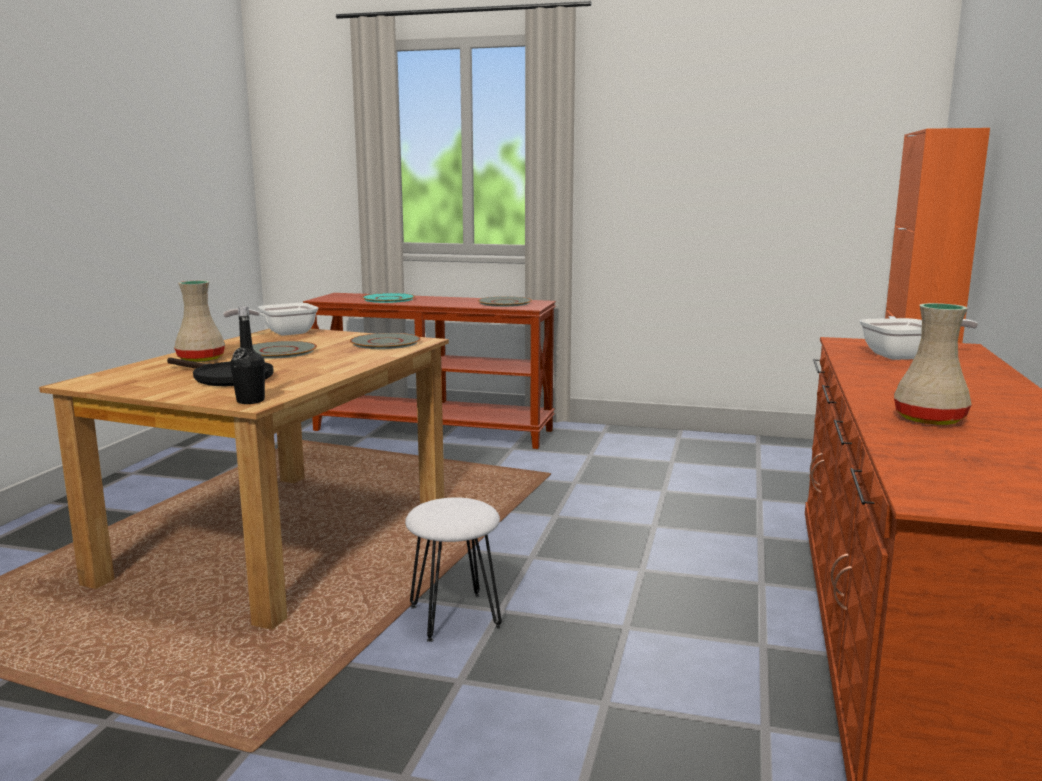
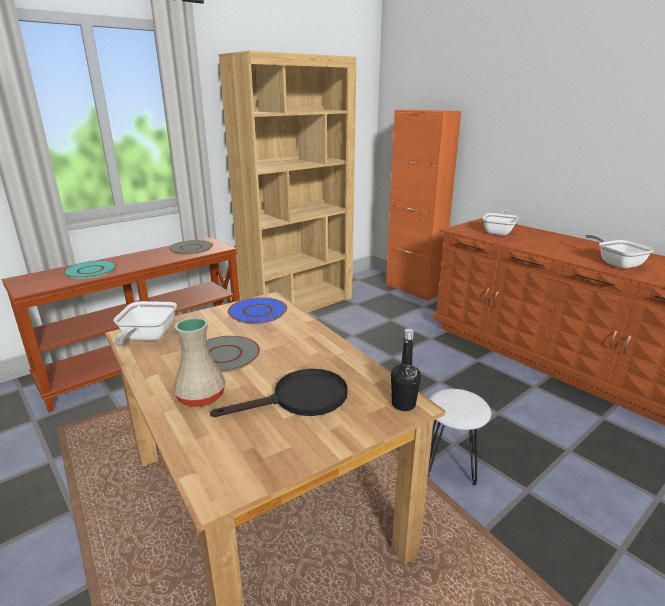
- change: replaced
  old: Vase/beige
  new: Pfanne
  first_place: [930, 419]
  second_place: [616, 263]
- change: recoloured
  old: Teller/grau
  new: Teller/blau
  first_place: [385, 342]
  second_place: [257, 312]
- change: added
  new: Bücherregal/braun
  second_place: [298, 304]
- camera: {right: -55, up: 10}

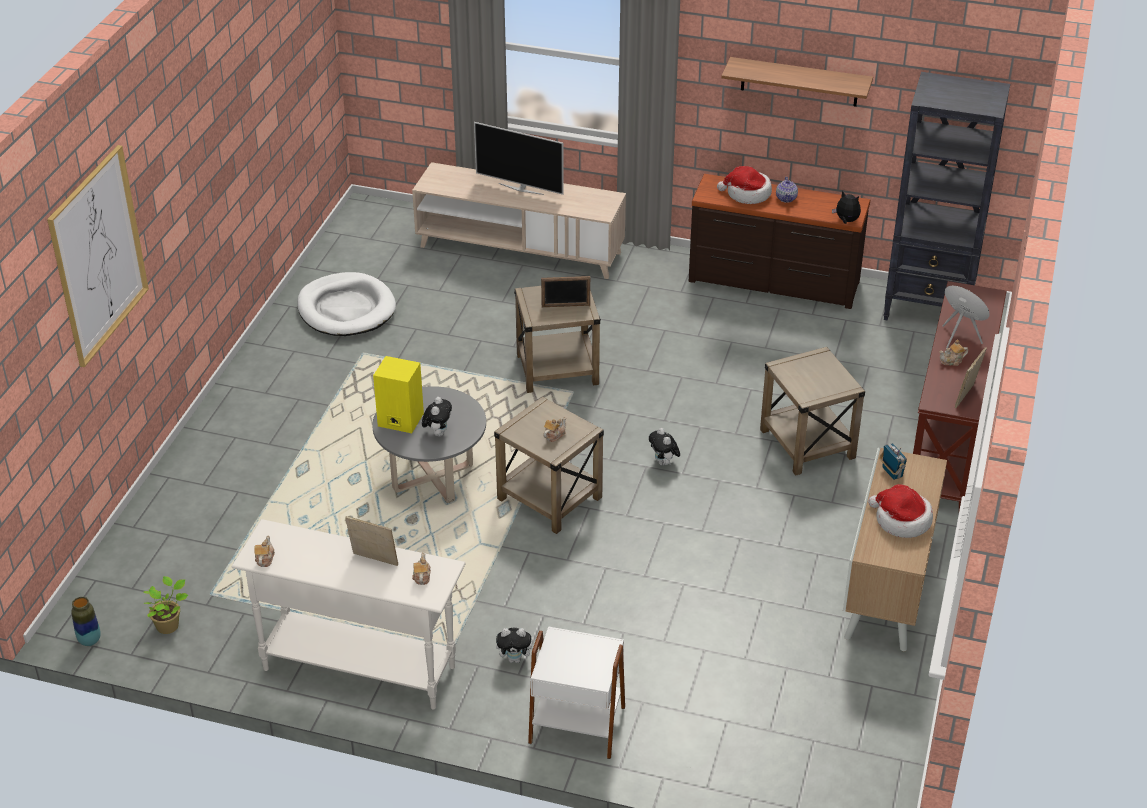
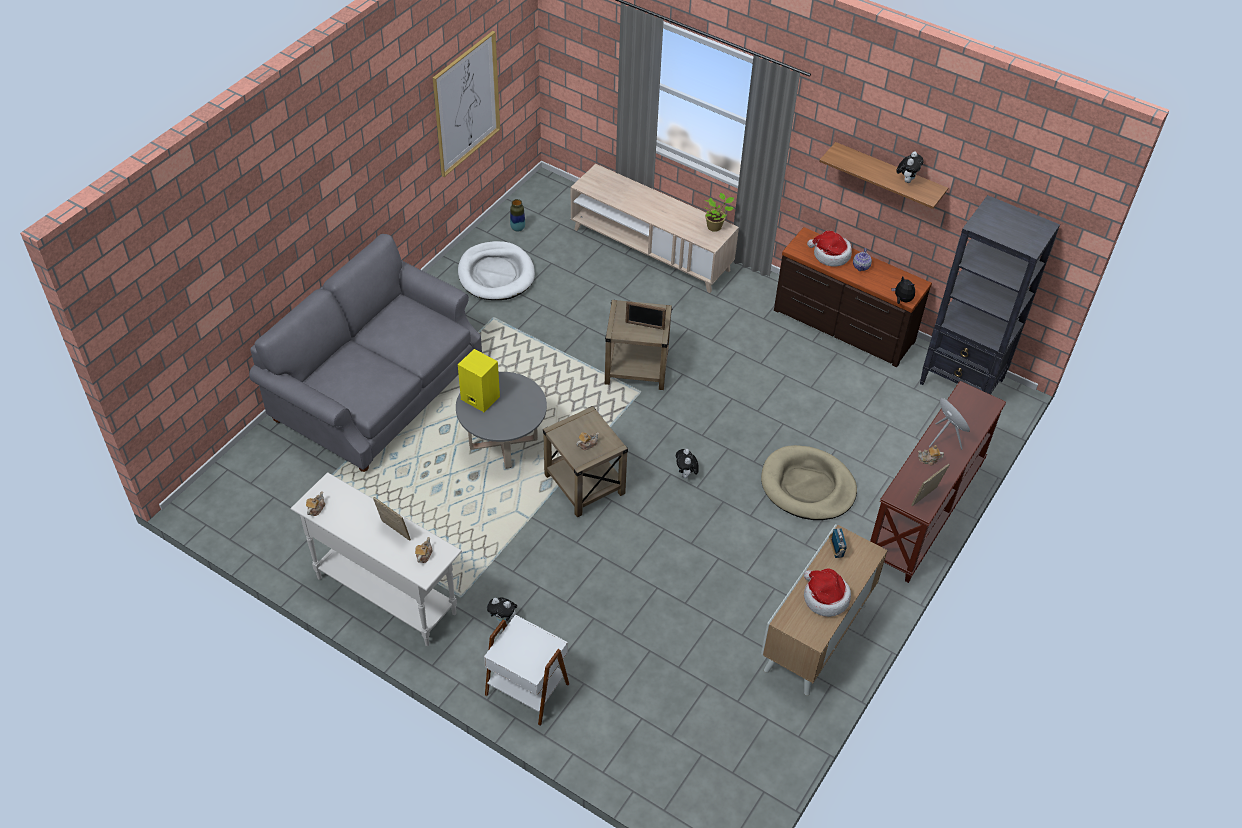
- change: removed
  old: Fernseher
  first_place: [521, 188]
- change: moved
  old: Bild
  first_place: [98, 255]
  second_place: [466, 104]
- change: replaced
  old: Beistelltisch/beige
  new: Hundebett/beige
  first_place: [807, 445]
  second_place: [807, 486]
- change: moved
  old: Plüschtier
  first_place: [438, 433]
  second_place: [906, 180]
- change: moved
  old: Topfpflanze
  first_place: [169, 625]
  second_place: [715, 226]
- change: moved
  old: Vase
  first_place: [89, 640]
  second_place: [517, 228]
- change: added
  new: Sofa/grau
  second_place: [377, 389]
- camera: {right: 15, up: 10}

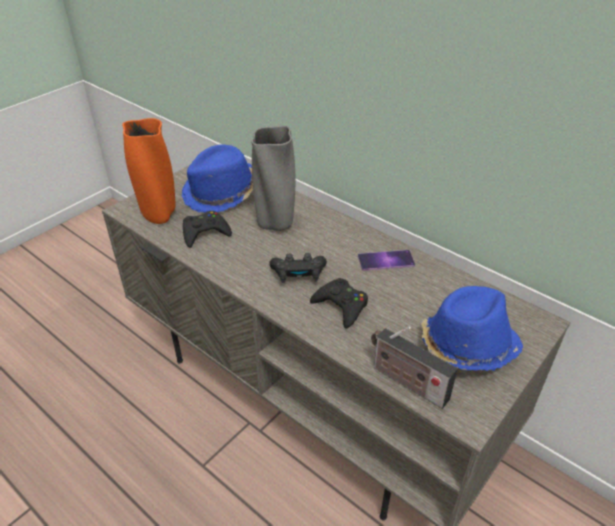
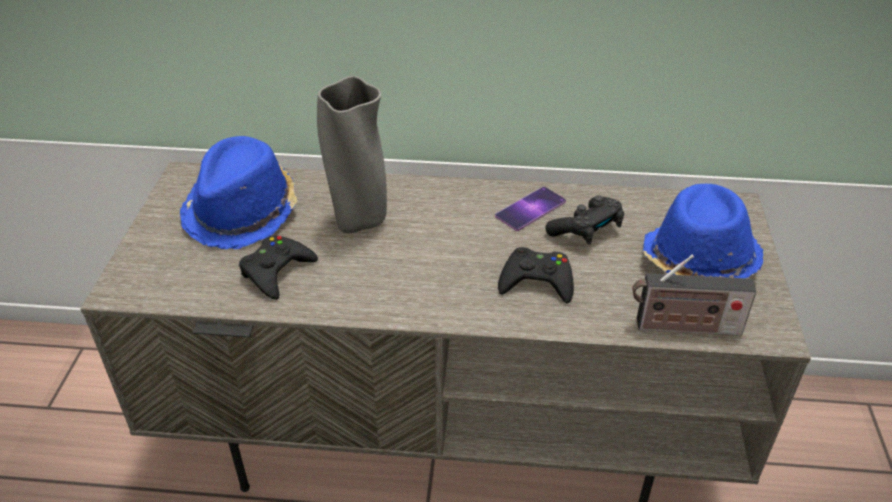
- change: removed
  old: Vase/orange
  first_place: [160, 216]
- change: moved
  old: Gamepad/schwarz
  first_place: [298, 275]
  second_place: [586, 230]
- camera: {right: -35, up: 0}

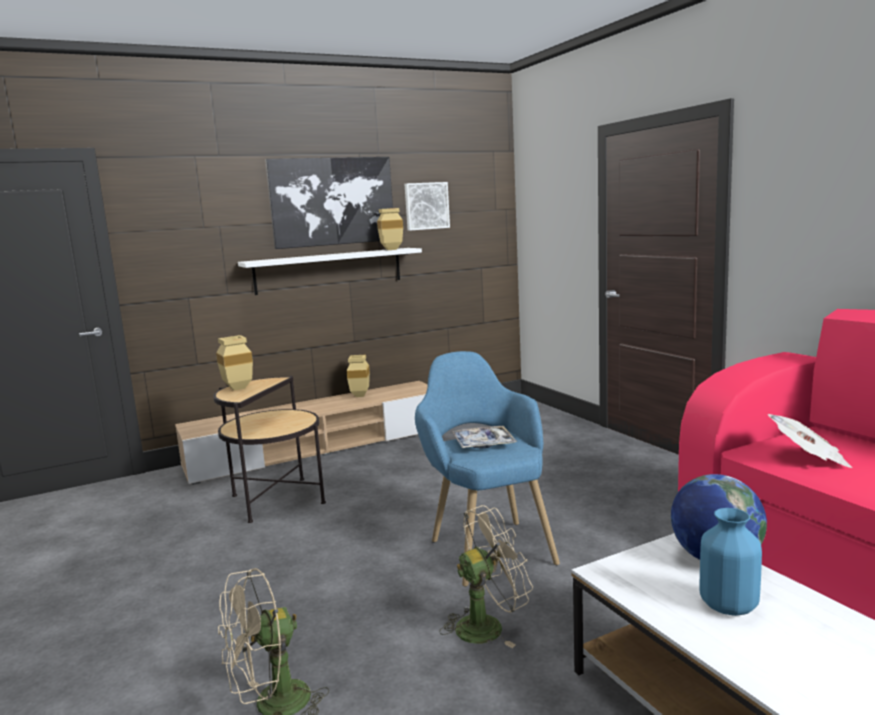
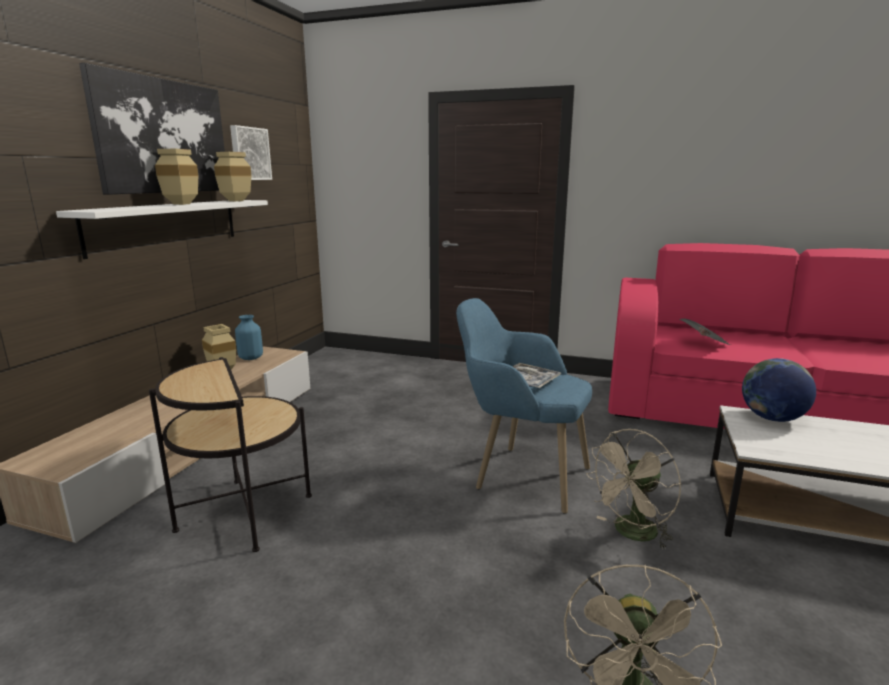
- change: moved
  old: Vase/beige
  first_place: [236, 389]
  second_place: [181, 204]
- change: turned
  old: Ventilator/beige
  first_place: [488, 625]
  second_place: [631, 534]
  degrees: -150
- change: moved
  old: Vase/blau
  first_place: [728, 606]
  second_place: [251, 358]
- camera: {right: -45, up: 5}

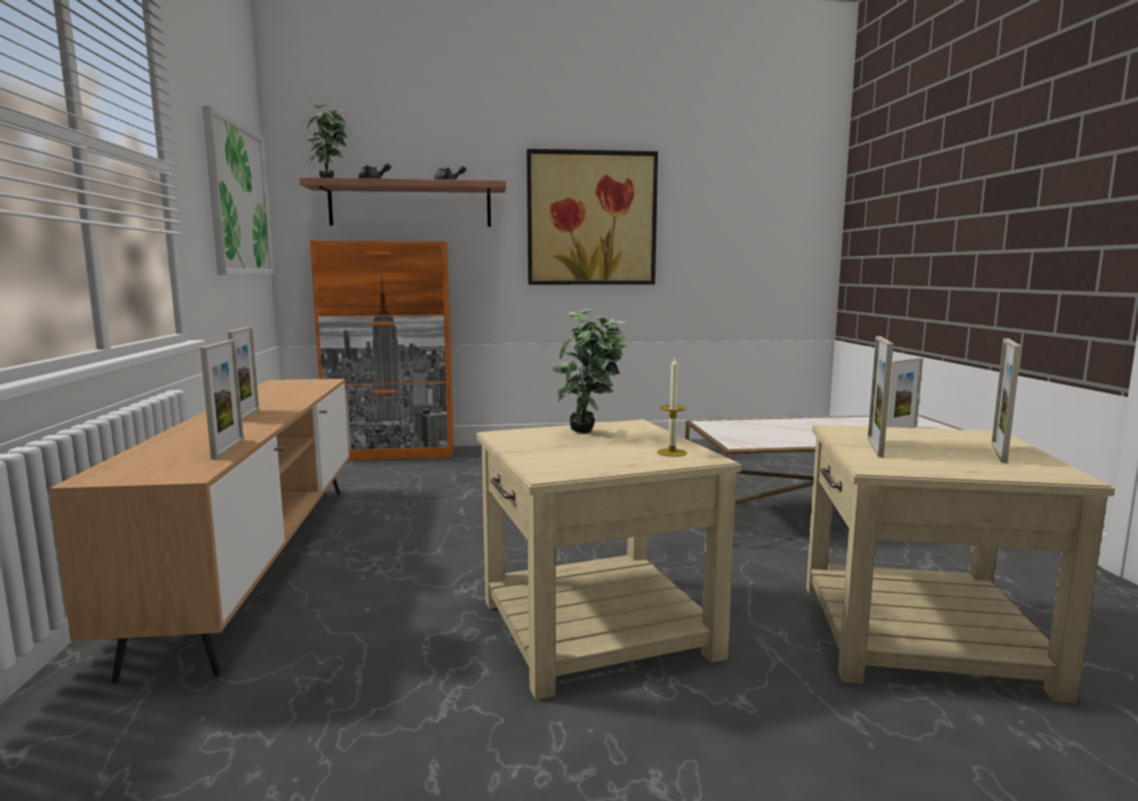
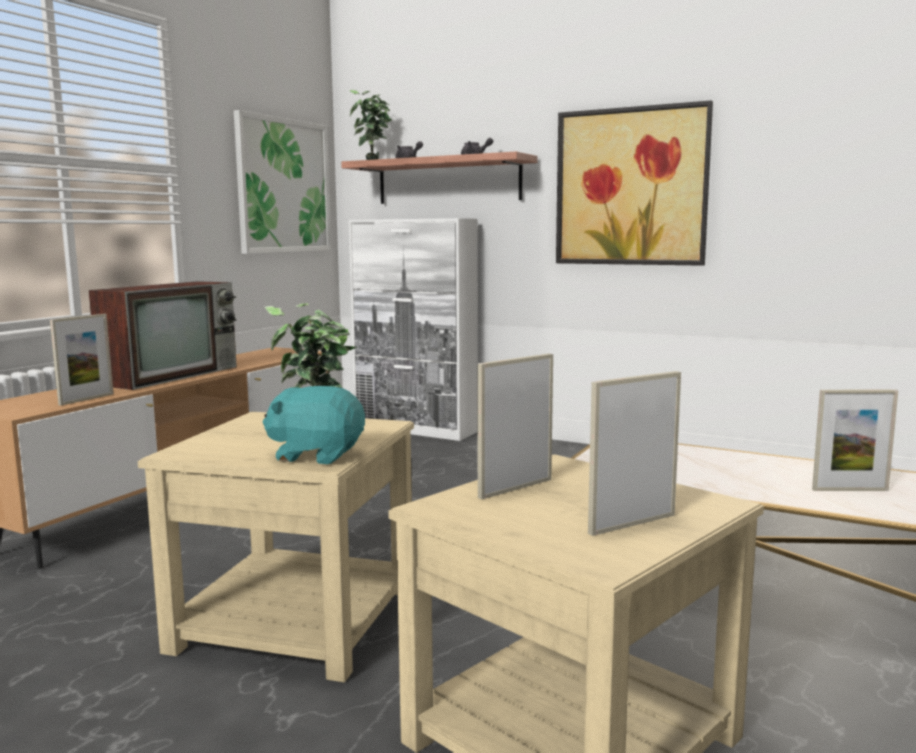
- change: recoloured
  old: Schrank/orange
  new: Schrank/weiß
  first_place: [392, 454]
  second_place: [416, 429]
- change: replaced
  old: Bilderrahmen
  new: Fernseher
  first_place: [247, 415]
  second_place: [172, 375]
- change: replaced
  old: Kerze
  new: Plüschtier/türkis
  first_place: [671, 452]
  second_place: [316, 455]
- camera: {right: 35, up: 0}

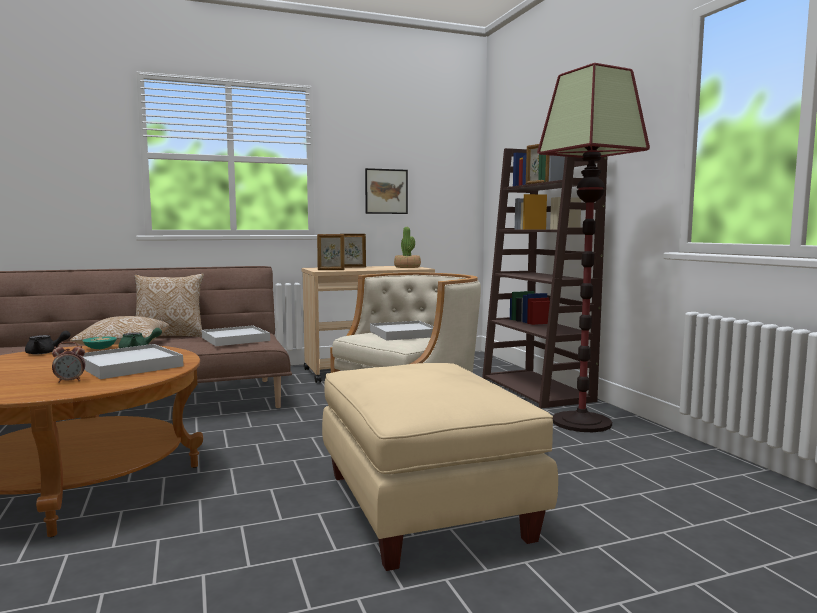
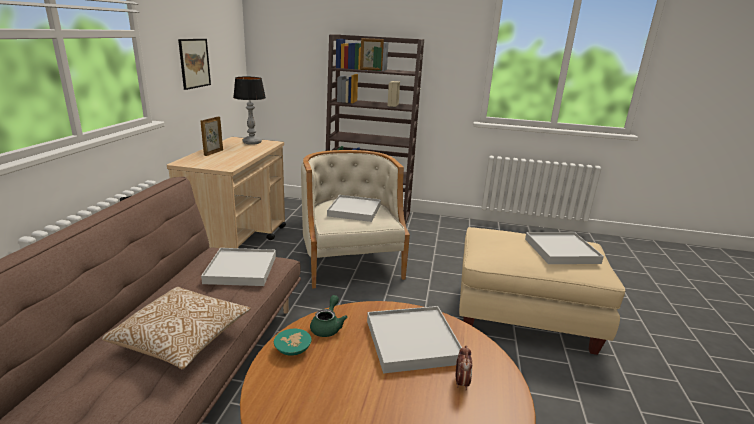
- change: removed
  old: Stehlampe
  first_place: [582, 422]
- change: replaced
  old: Topfpflanze
  new: Tischlampe
  first_place: [407, 267]
  second_place: [252, 142]
- change: removed
  old: Bilderrahmen
  first_place: [331, 270]
- change: removed
  old: Kissen
  first_place: [170, 336]
- change: removed
  old: Teekanne/schwarz
  first_place: [46, 352]
- change: added
  new: Tablett/weiß
  second_place: [561, 251]
- camera: {right: -60, up: 15}

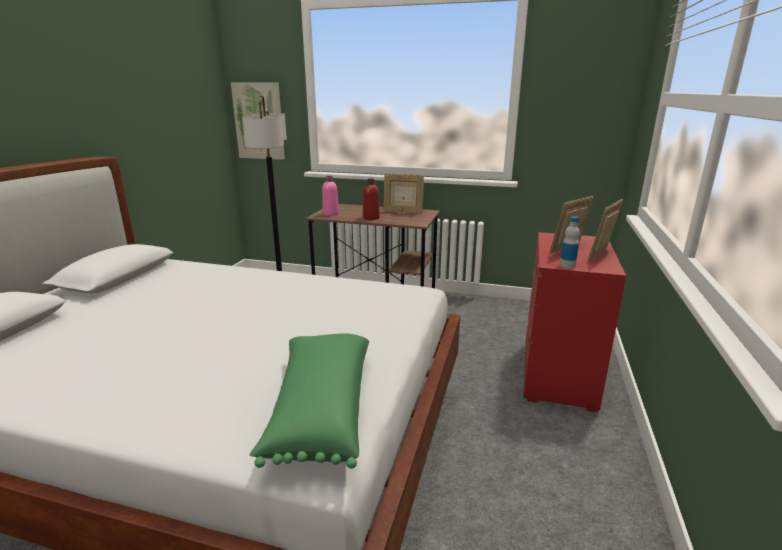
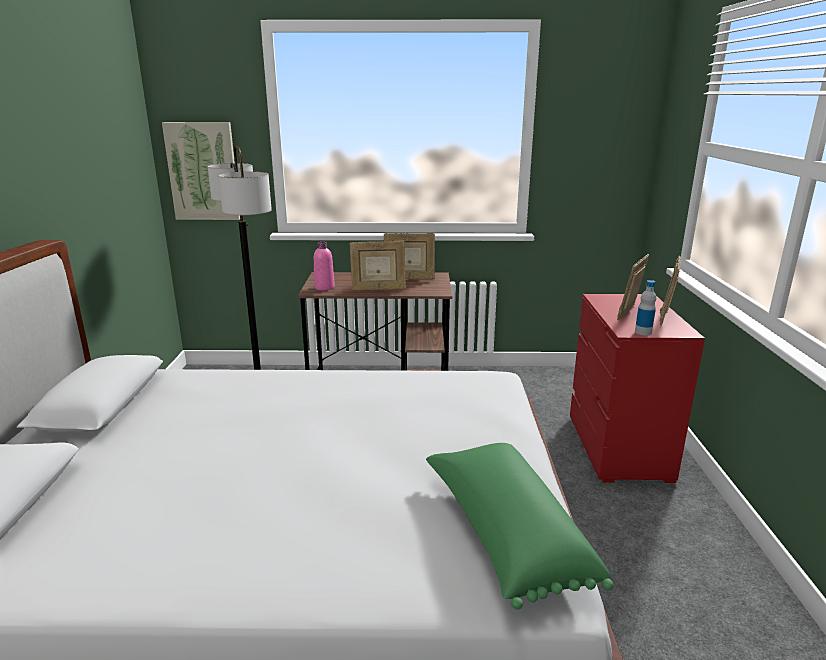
- change: replaced
  old: Flasche/rot
  new: Bilderrahmen
  first_place: [371, 218]
  second_place: [378, 289]
- camera: {right: -15, up: 0}

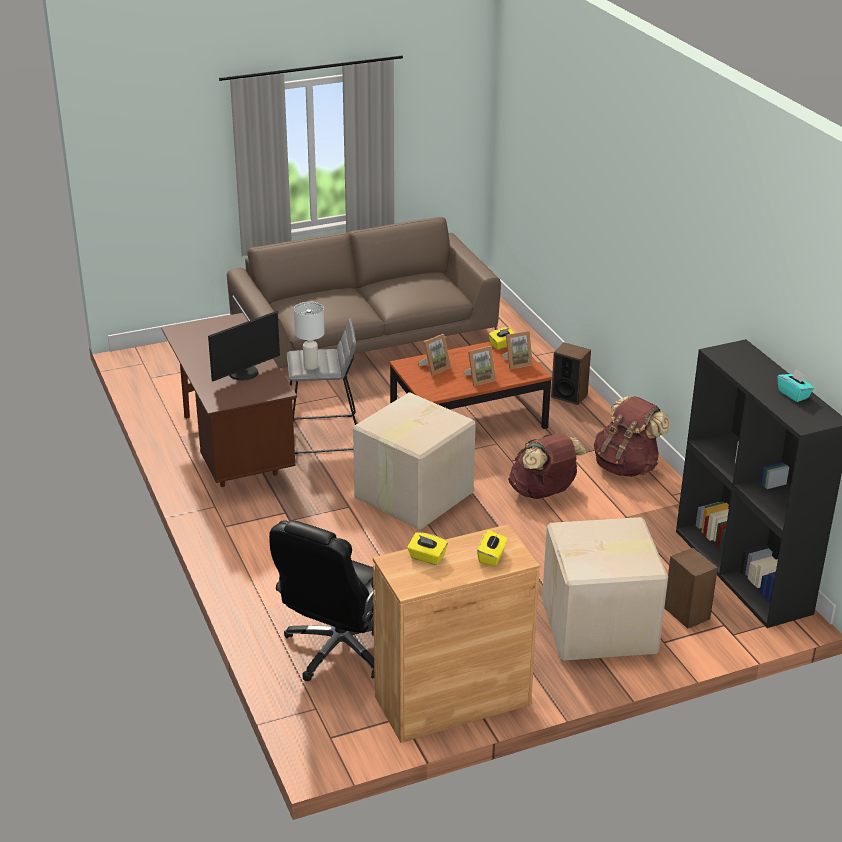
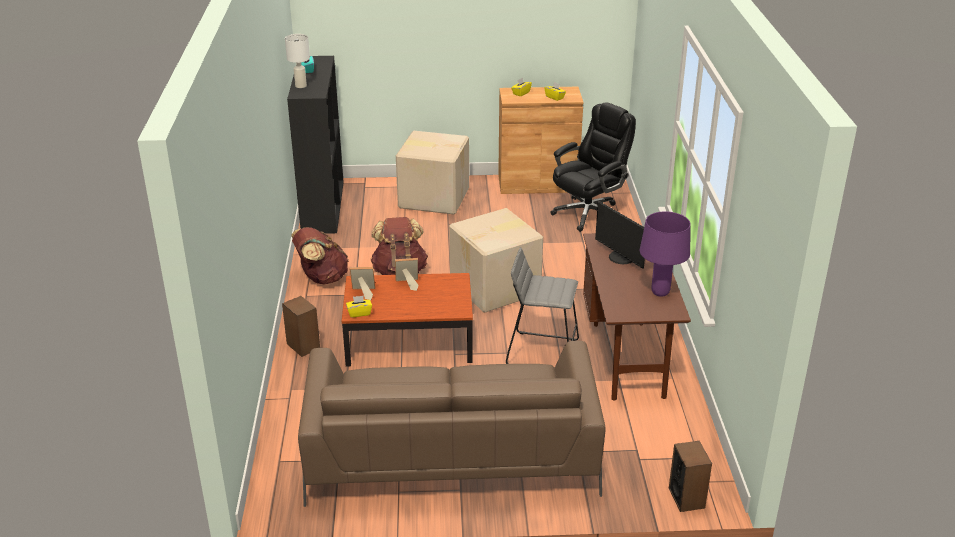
- change: moved
  old: Tischlampe/weiß
  first_place: [310, 366]
  second_place: [301, 86]
- change: turned
  old: Monitor
  first_place: [244, 373]
  second_place: [620, 258]
  degrees: -105
- change: removed
  old: Bilderrahmen
  first_place: [434, 368]
- change: moved
  old: Lautsprecher
  first_place: [686, 613]
  second_place: [686, 498]
- change: added
  new: Tischlampe/lila
  second_place: [660, 292]
- camera: {right: -160, up: 0}

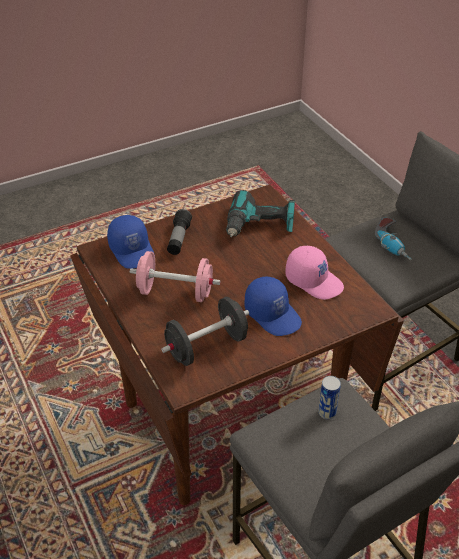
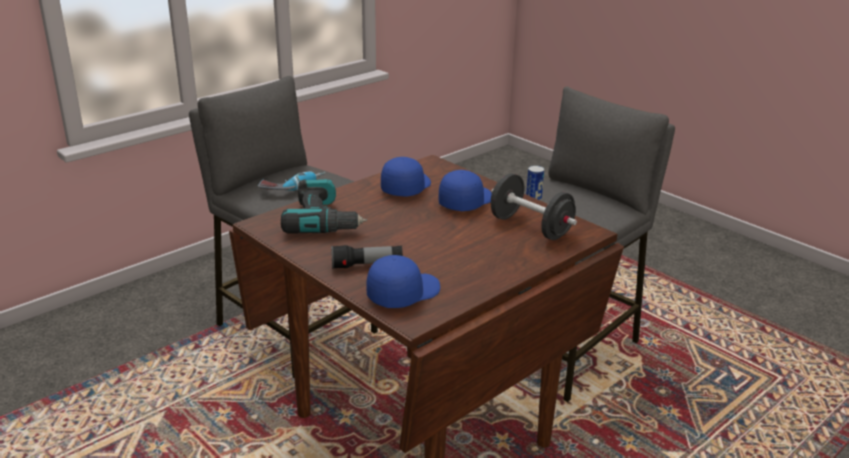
- change: recoloured
  old: Kappe/rosa
  new: Kappe/blau
  first_place: [314, 280]
  second_place: [405, 187]
- change: removed
  old: Hantel/rosa
  first_place: [175, 292]
- camera: {right: -105, up: -15}

